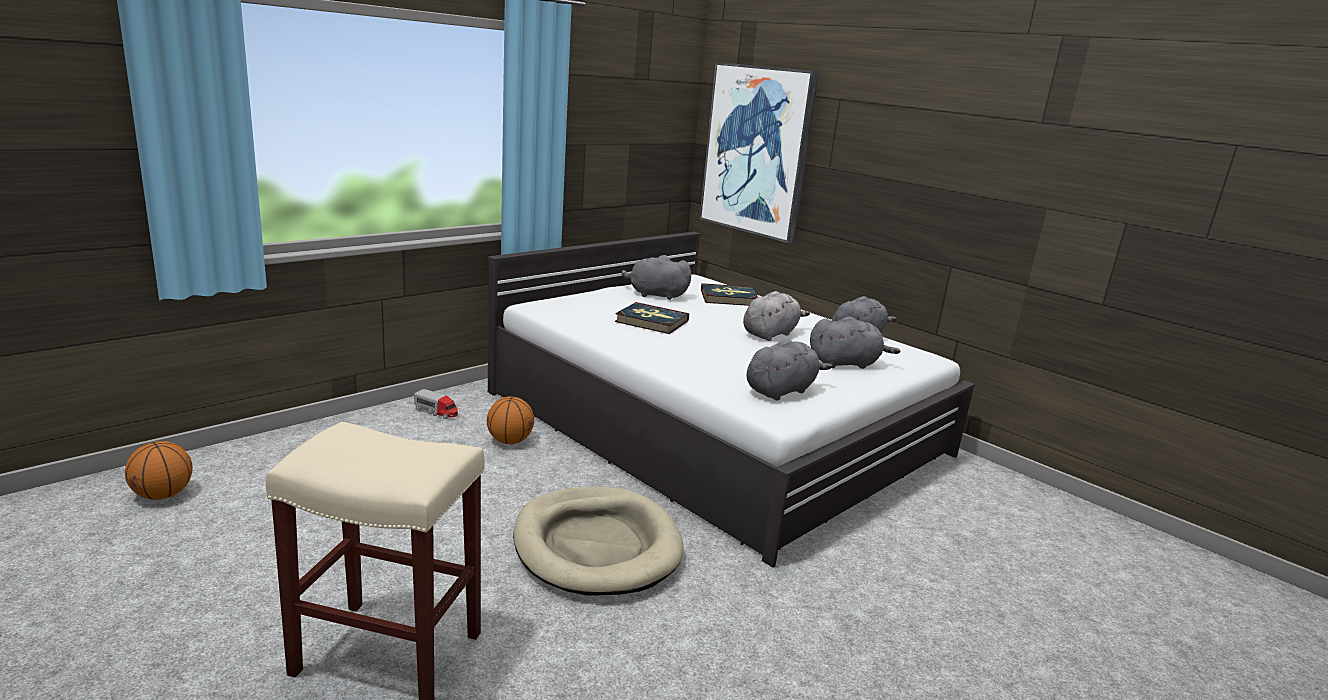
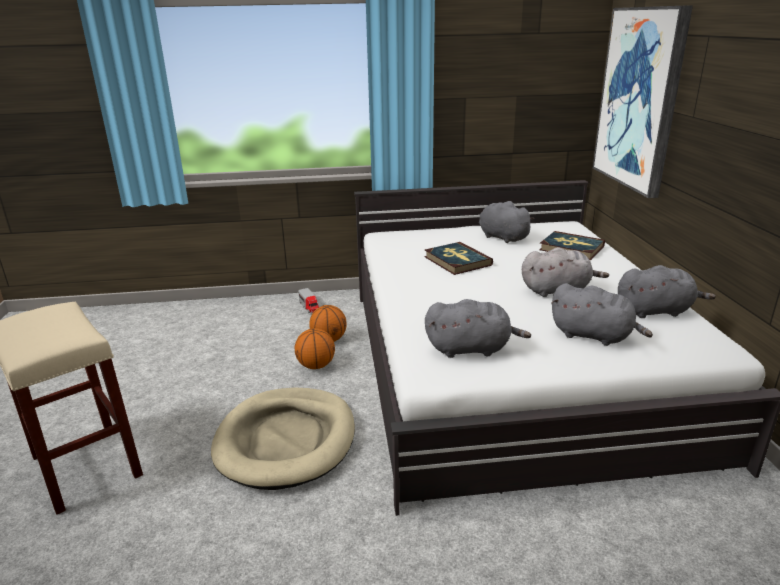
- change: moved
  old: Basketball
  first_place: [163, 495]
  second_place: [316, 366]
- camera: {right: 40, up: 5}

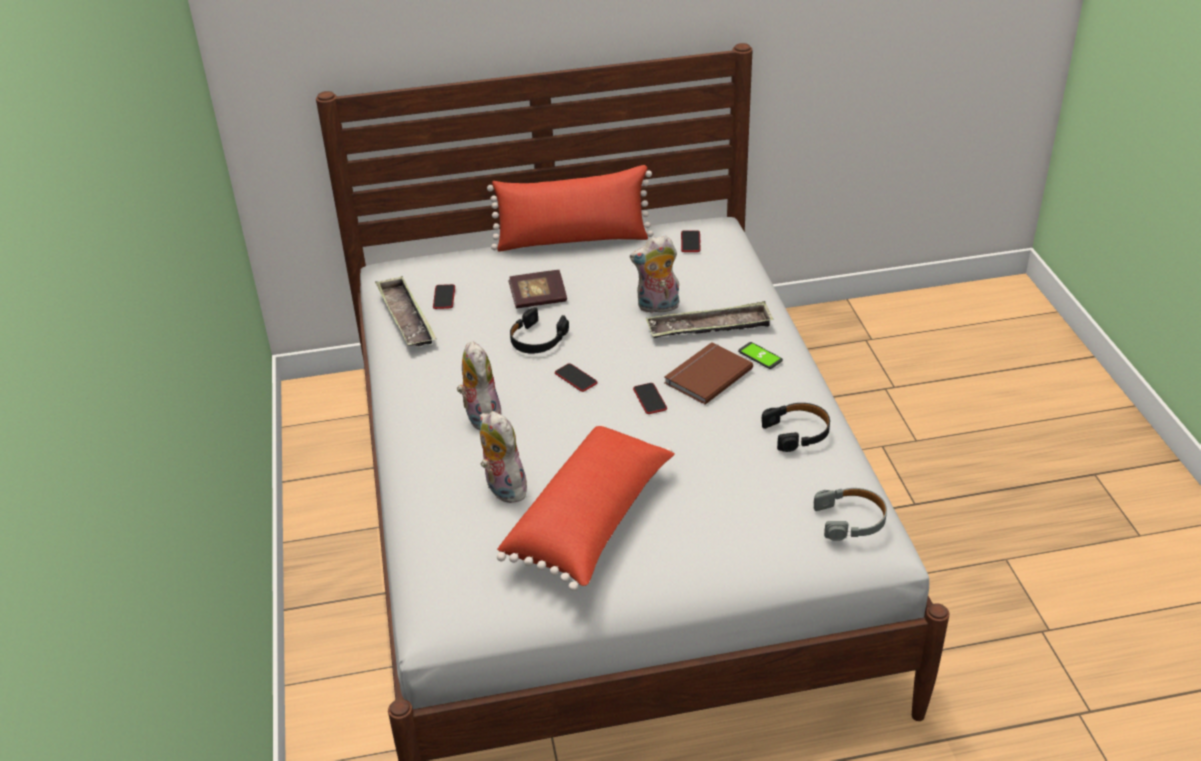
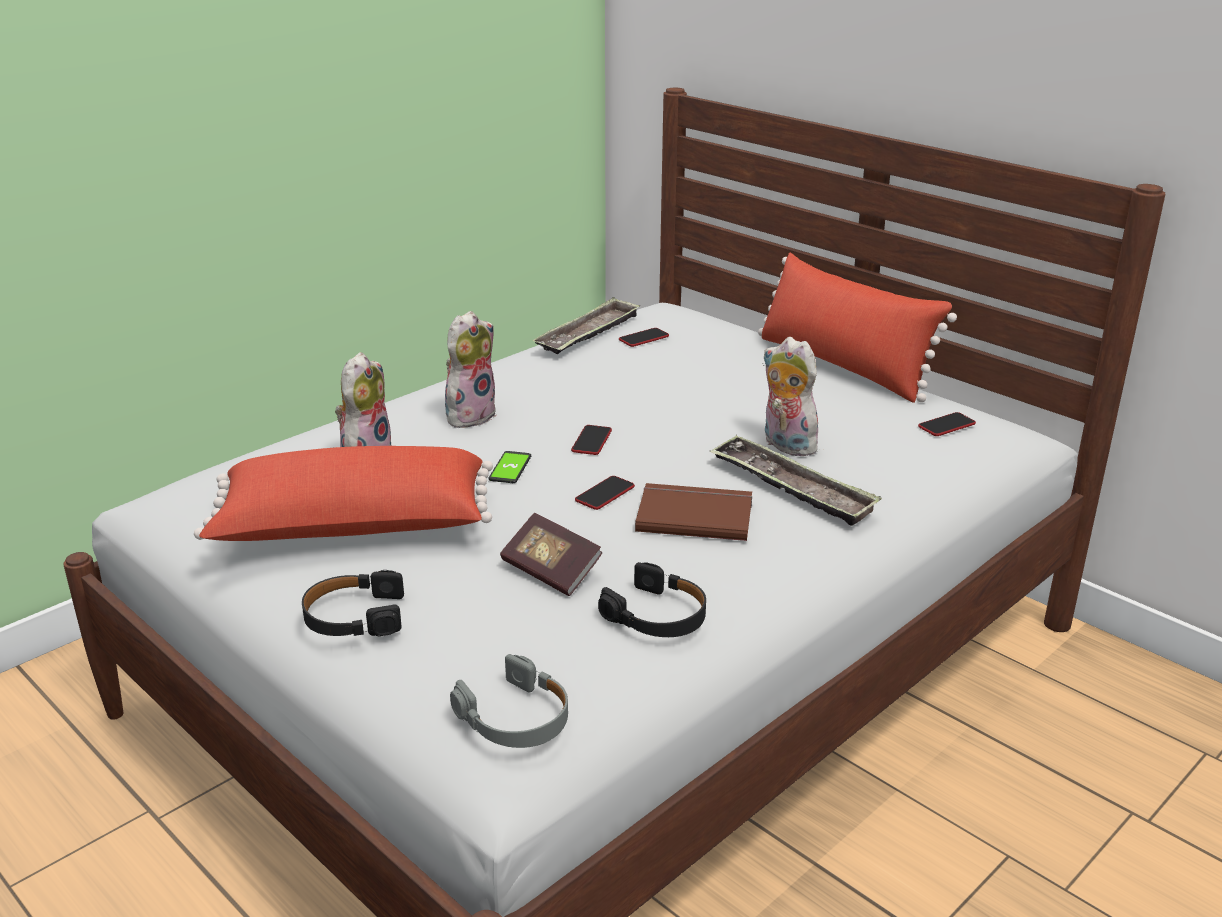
- change: moved
  old: Buch
  first_place: [538, 299]
  second_place: [551, 571]
- change: moved
  old: Kopfhörer/schwarz
  first_place: [537, 339]
  second_place: [354, 617]
- change: moved
  old: Handy
  first_place: [760, 356]
  second_place: [510, 468]
- camera: {right: 55, up: -10}

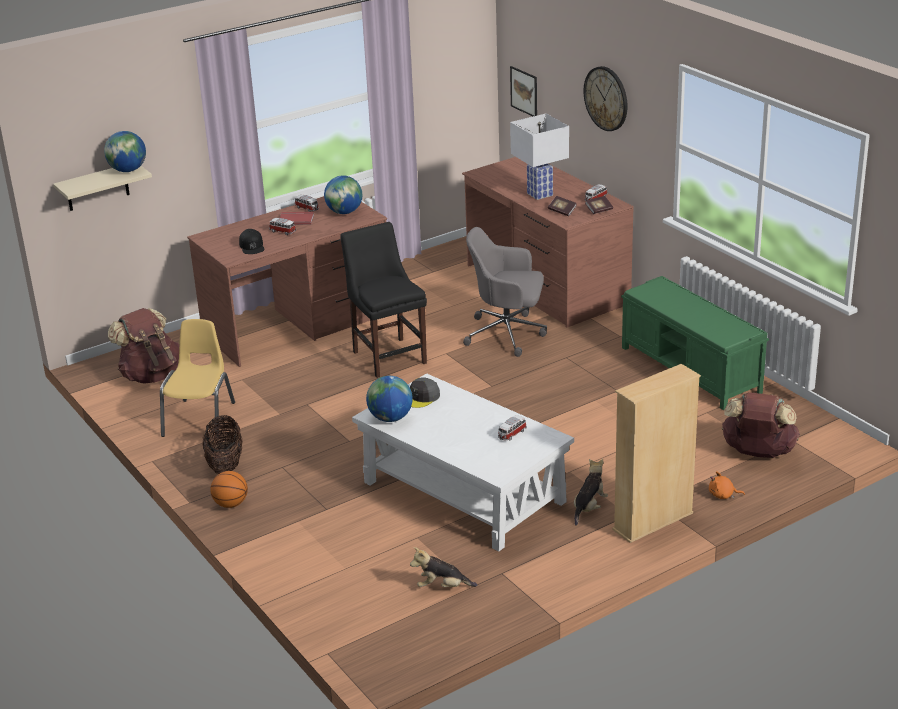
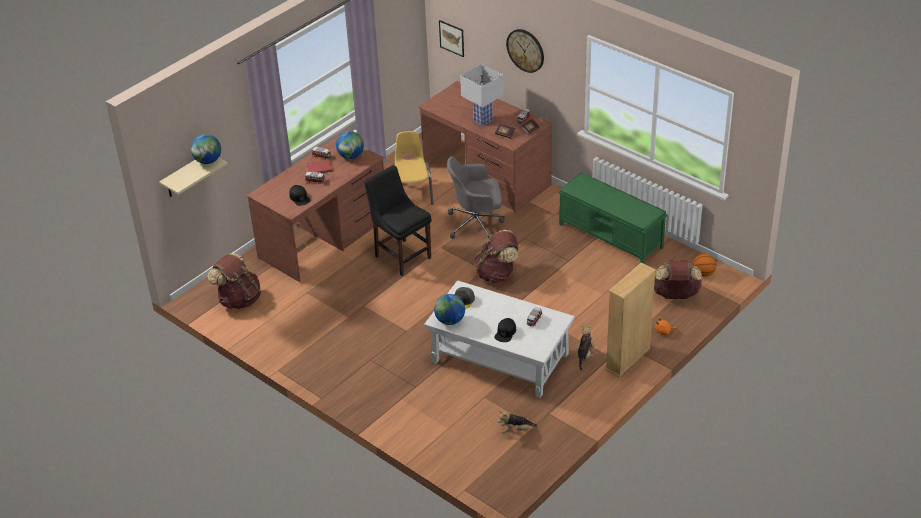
- change: moved
  old: Stuhl/gelb
  first_place: [200, 419]
  second_place: [412, 193]
- change: removed
  old: Korb
  first_place: [225, 464]
- change: moved
  old: Basketball
  first_place: [231, 504]
  second_place: [703, 273]
- change: added
  new: Rucksack/braun
  second_place: [497, 274]
- change: added
  new: Kappe/schwarz
  second_place: [505, 332]
- camera: {right: -15, up: 10}

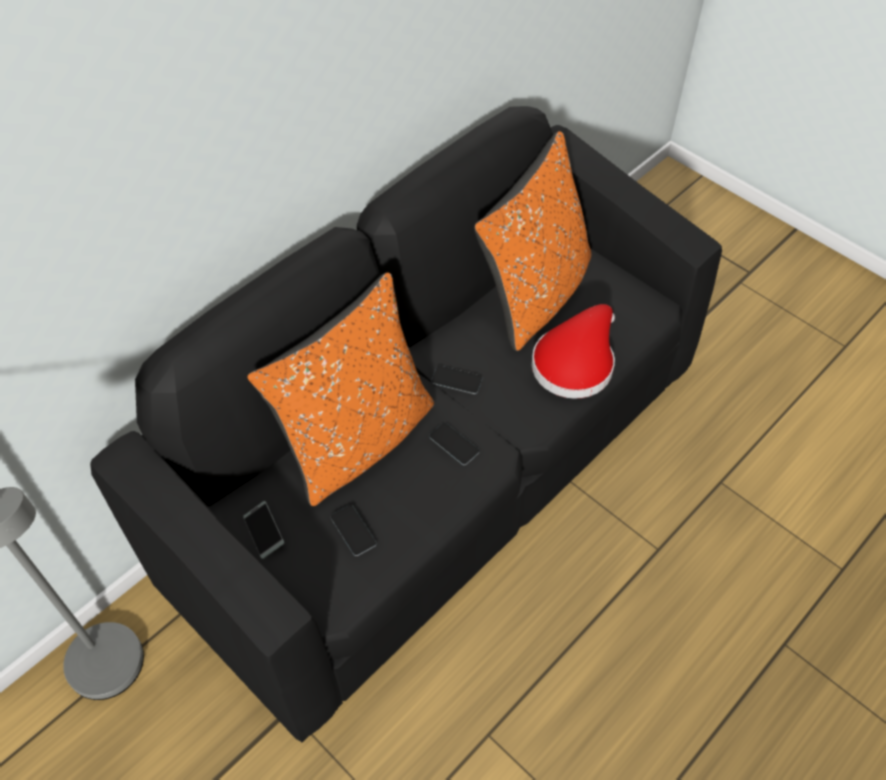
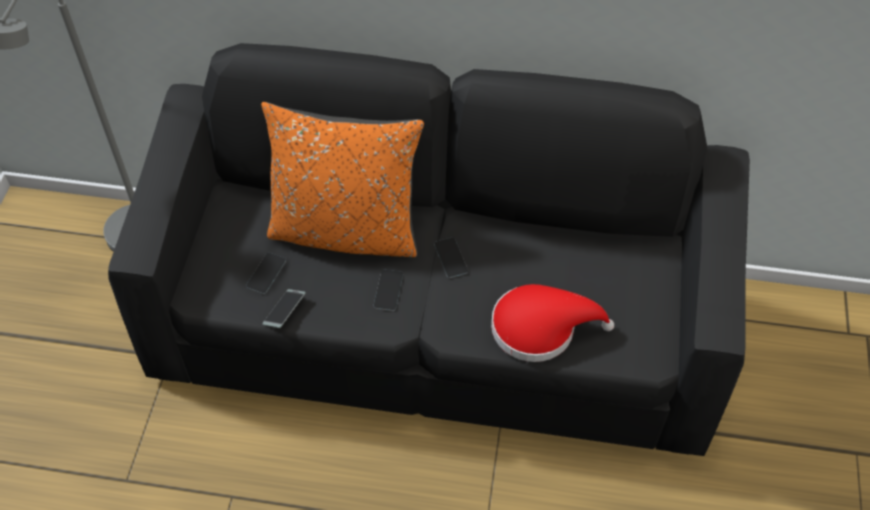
- change: removed
  old: Kissen/orange
  first_place: [535, 295]
- change: moved
  old: Handy
  first_place: [264, 532]
  second_place: [284, 311]
- camera: {right: 55, up: 0}

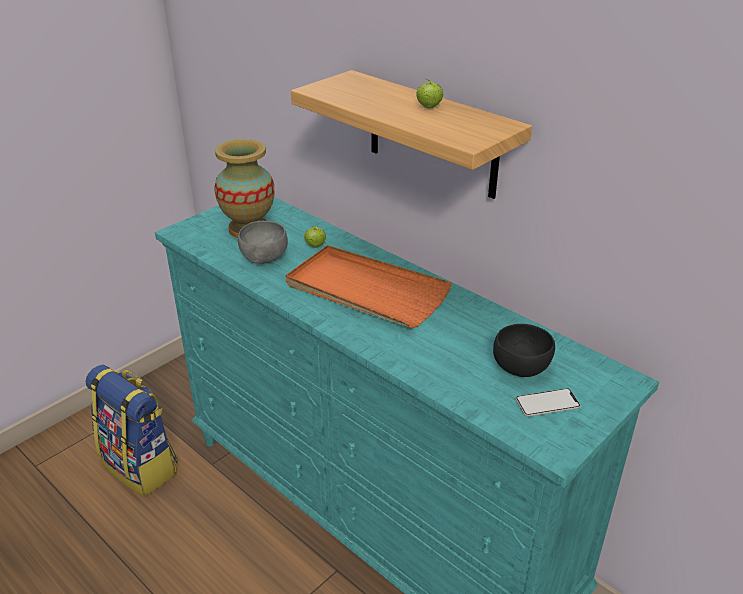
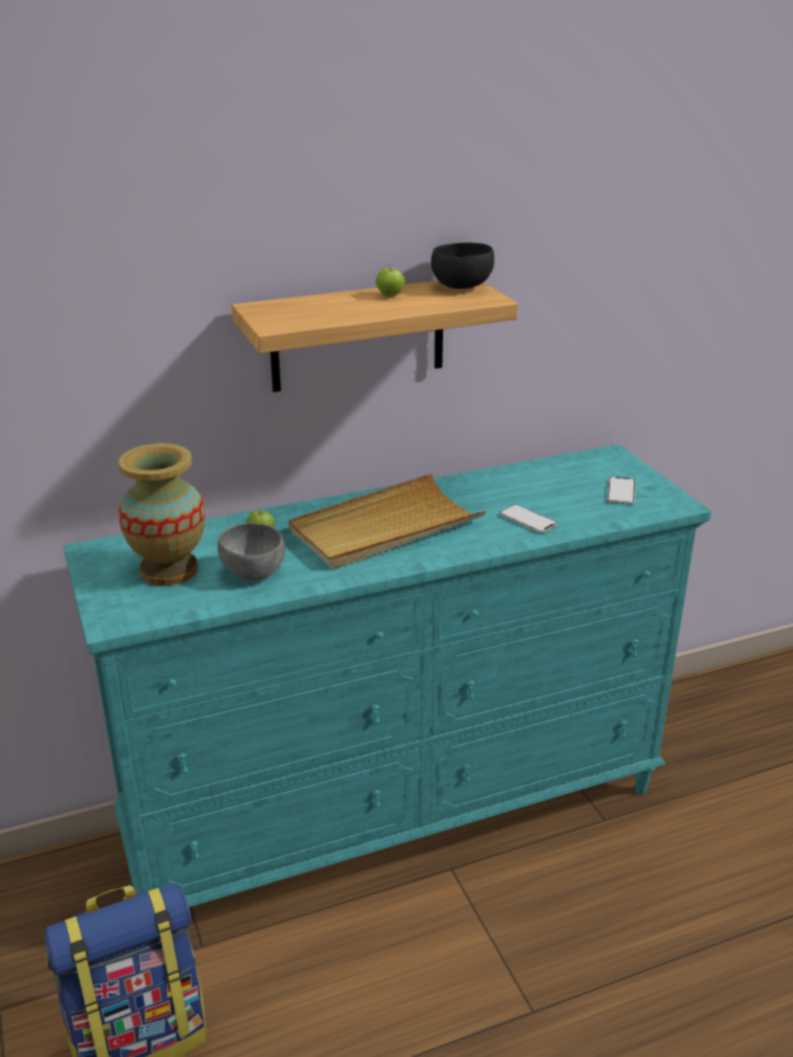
- change: recoloured
  old: Tablett/orange
  new: Tablett/beige
  first_place: [365, 291]
  second_place: [385, 528]
- change: moved
  old: Schüssel/schwarz
  first_place: [520, 368]
  second_place: [461, 287]
- change: added
  new: Handy
  second_place: [527, 520]
- camera: {right: -65, up: -5}

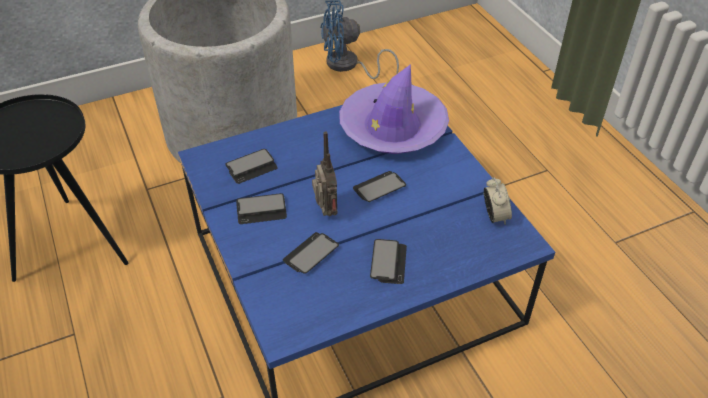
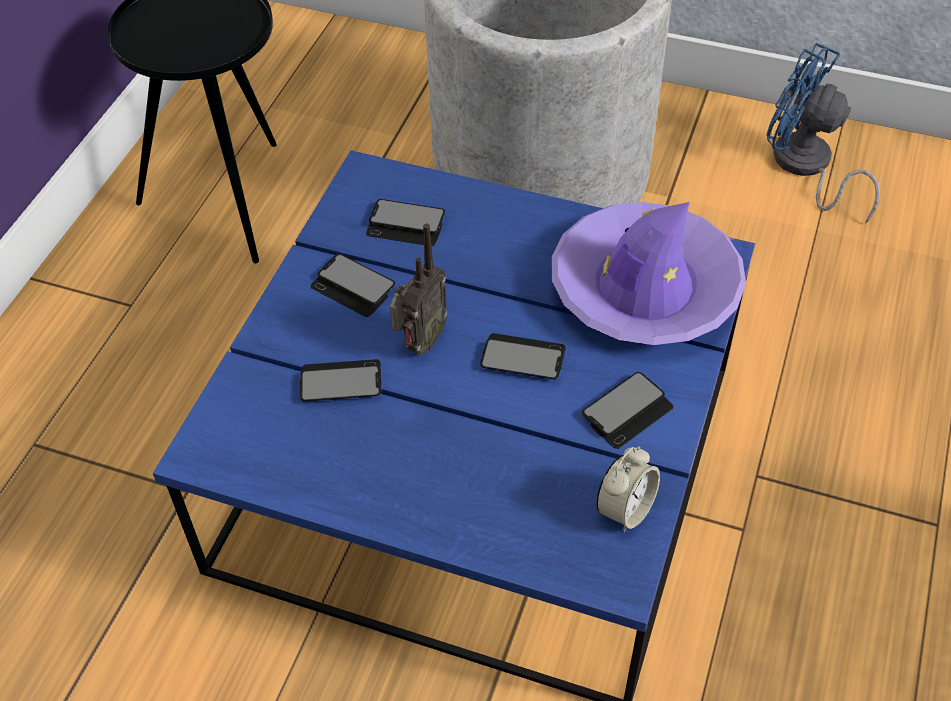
- change: moved
  old: Handy
  first_place: [388, 262]
  second_place: [627, 411]
- camera: {right: 45, up: 5}

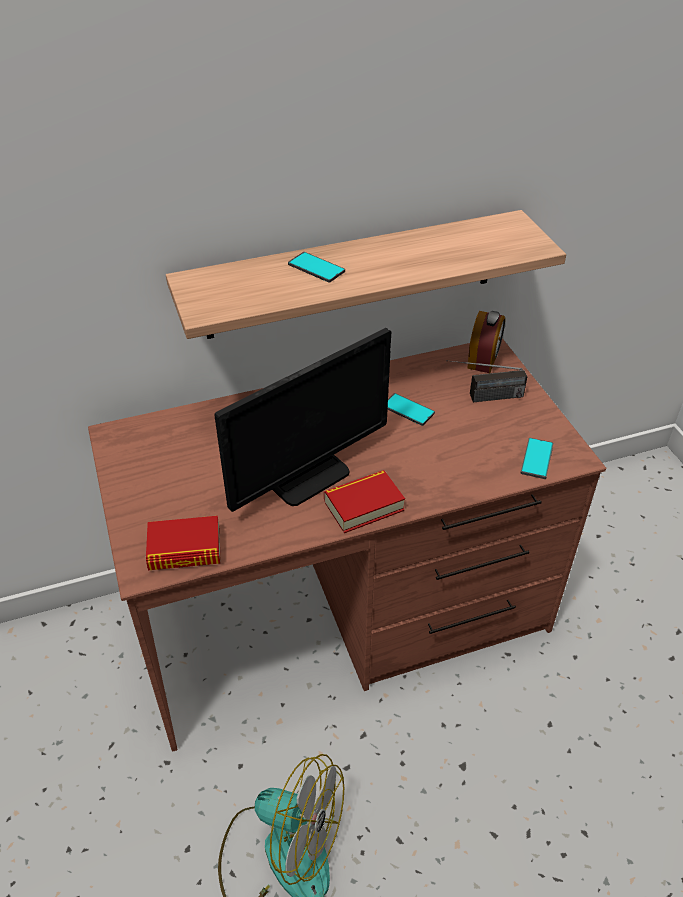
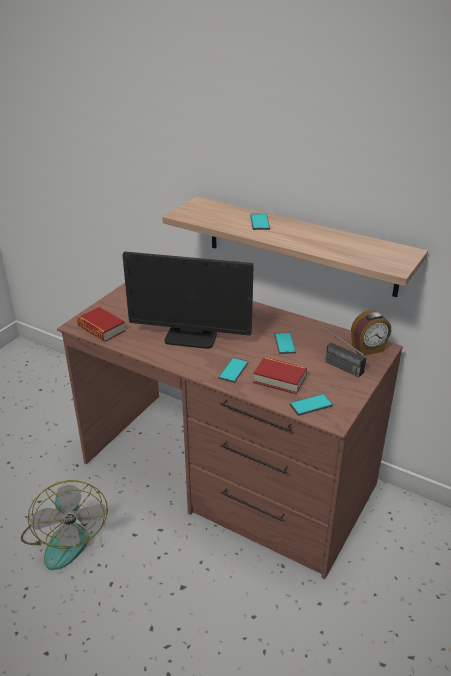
- change: moved
  old: Buch
  first_place: [363, 506]
  second_place: [279, 379]
- change: added
  new: Handy
  second_place: [233, 370]
- camera: {right: 50, up: -10}

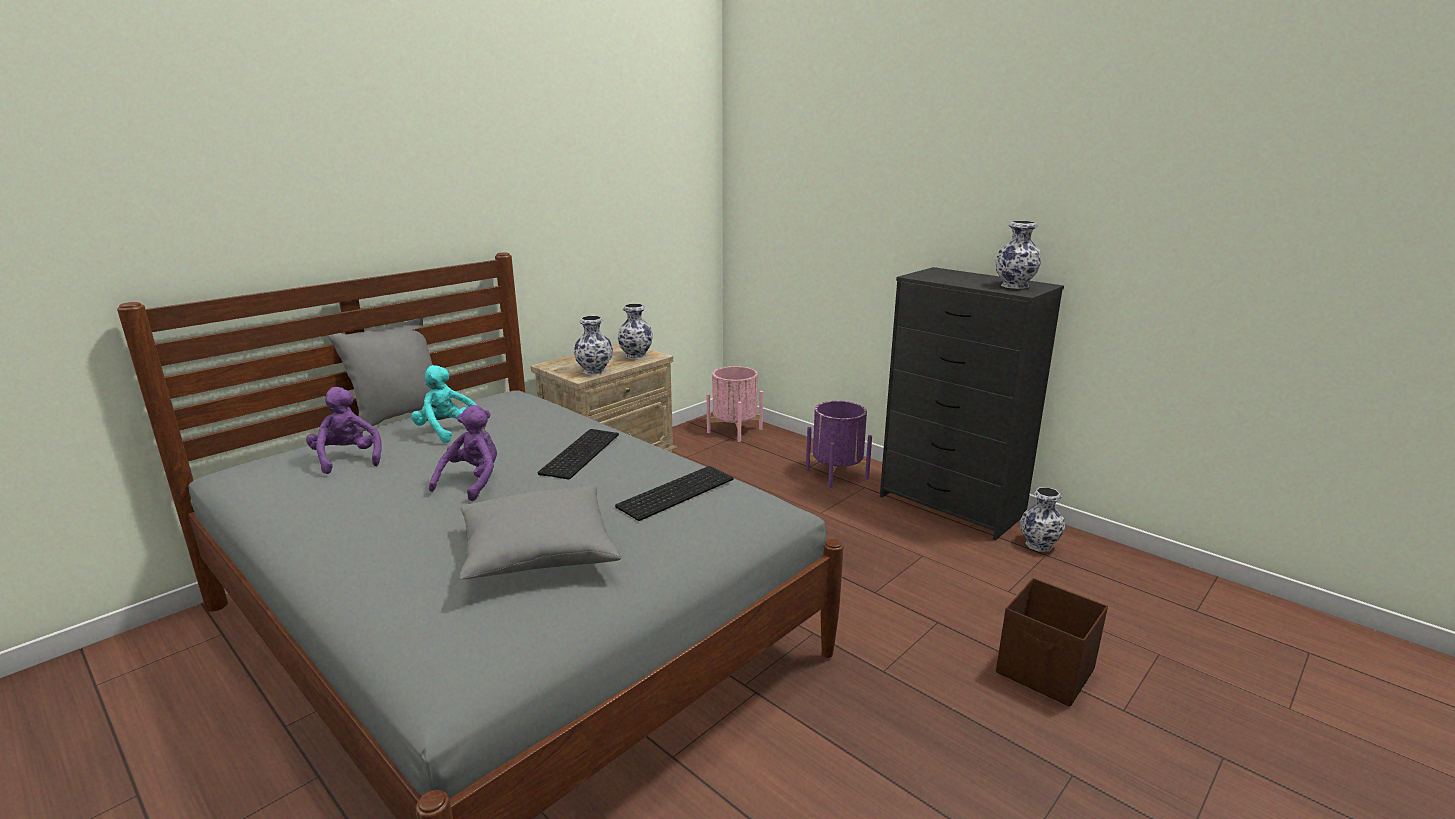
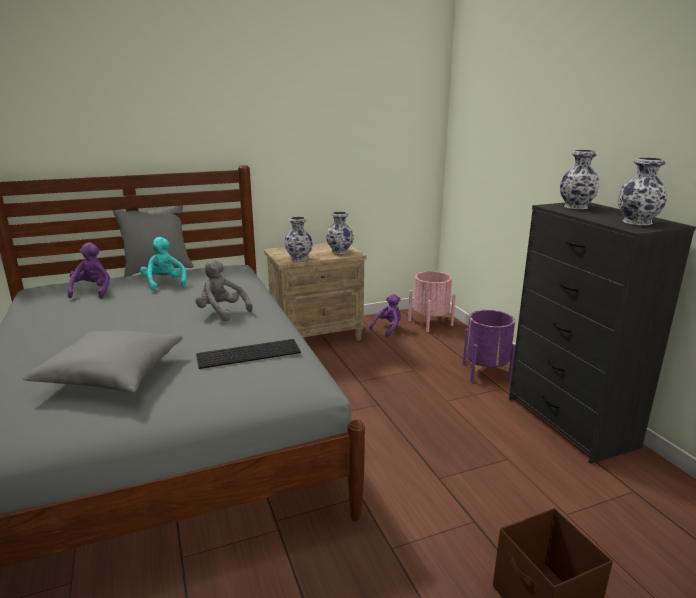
- change: moved
  old: Plüschtier/lila
  first_place: [473, 482]
  second_place: [388, 329]
- change: replaced
  old: Tastatur
  new: Plüschtier/grau
  first_place: [579, 452]
  second_place: [222, 312]
- change: moved
  old: Vase
  first_place: [1038, 544]
  second_place: [575, 206]
- camera: {right: 25, up: 0}

